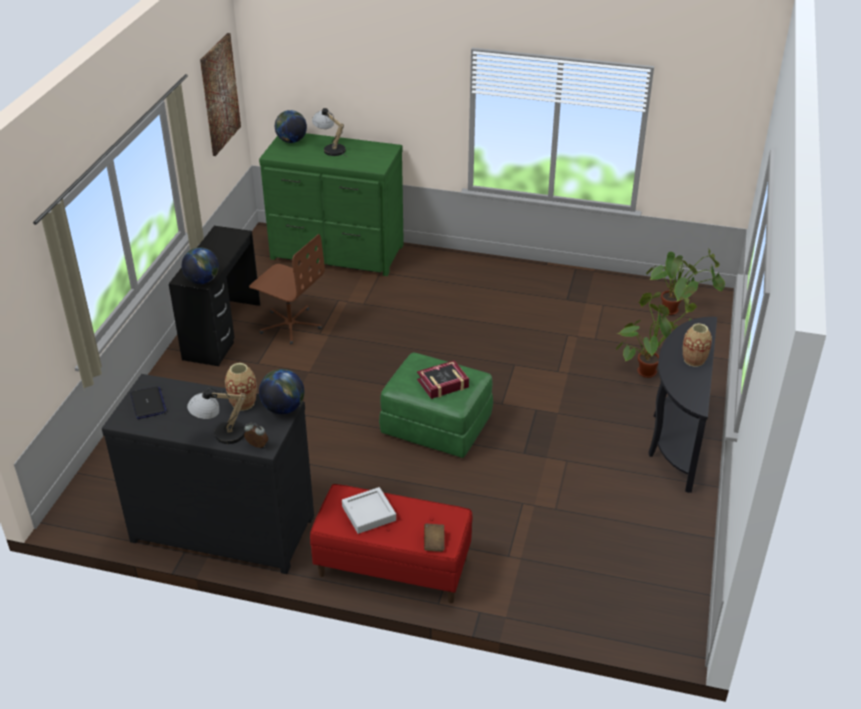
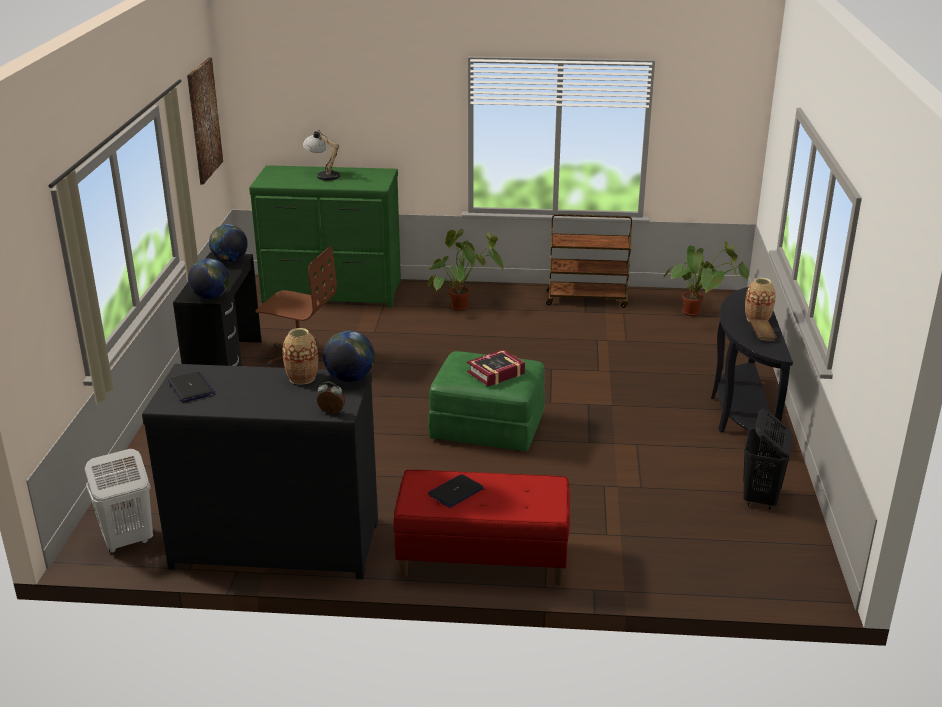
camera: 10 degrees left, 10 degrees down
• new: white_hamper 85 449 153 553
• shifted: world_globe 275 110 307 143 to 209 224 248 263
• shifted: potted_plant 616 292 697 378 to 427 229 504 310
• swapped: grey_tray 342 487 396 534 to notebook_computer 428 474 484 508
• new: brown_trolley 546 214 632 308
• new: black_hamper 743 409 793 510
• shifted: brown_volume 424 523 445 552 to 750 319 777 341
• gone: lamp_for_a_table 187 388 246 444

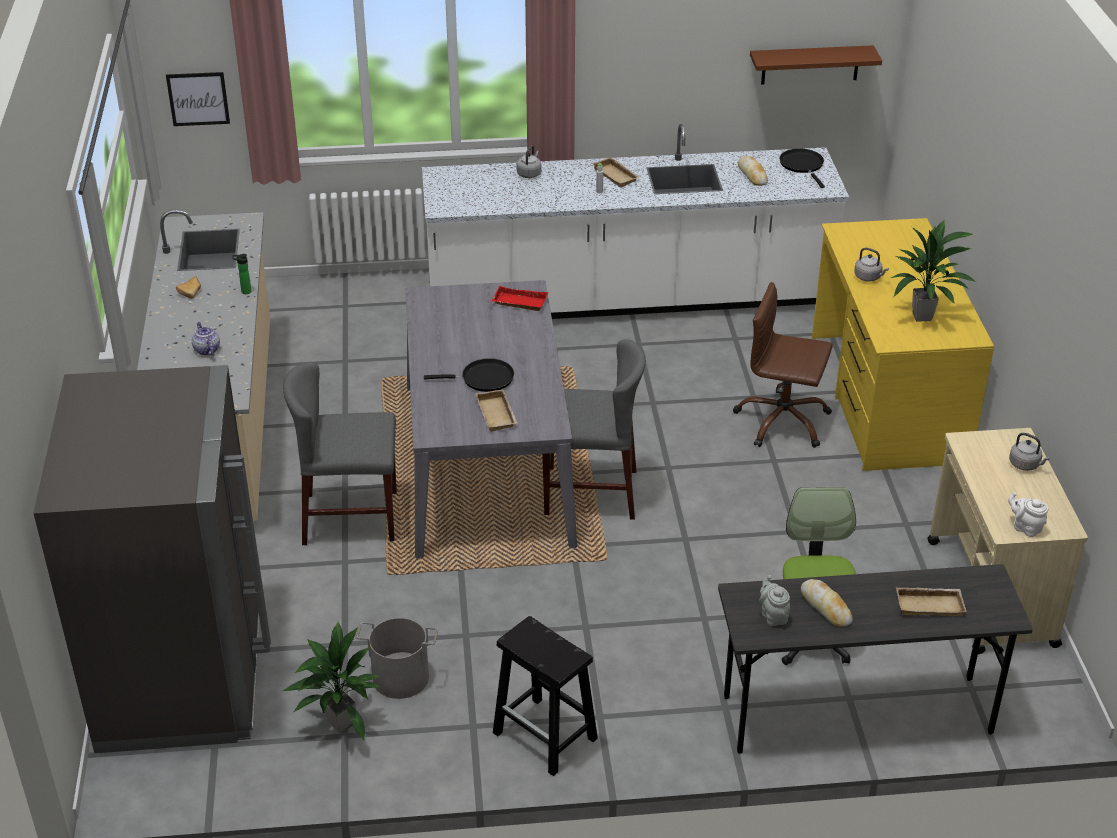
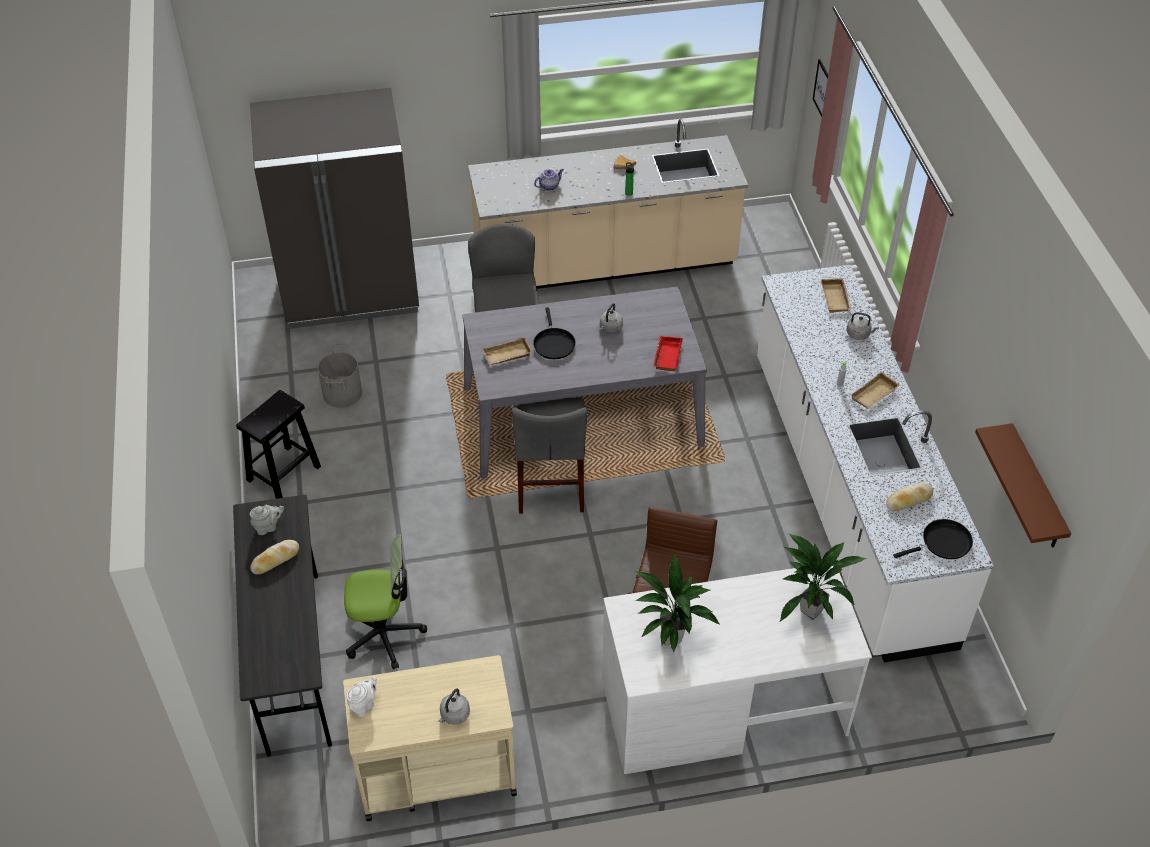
camera: 85 degrees right, 10 degrees up
• shifted: grey_kettle 854 248 889 282 to 600 303 623 333
• repainted: yellow-coloured_desk 812 218 994 471 to white_desk 602 566 872 774
• shifted: potted_plant 283 621 381 740 to 780 533 866 621
• shifted: sand-coloured_tray 896 587 966 616 to 821 278 852 313

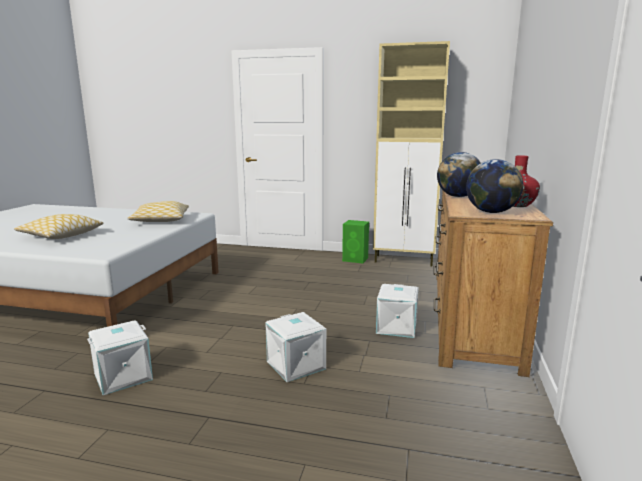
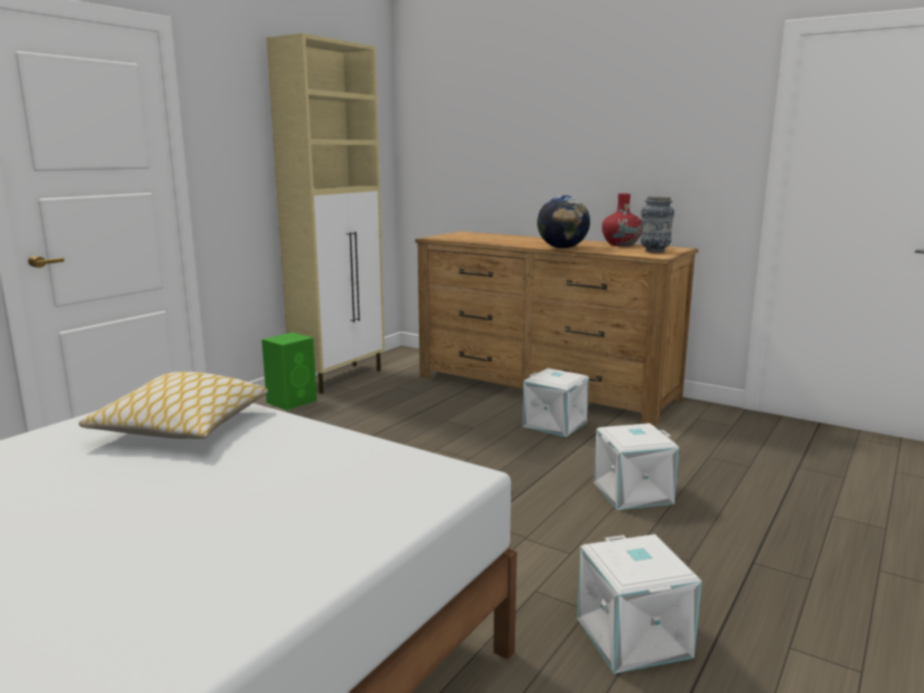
camera: 70 degrees left, 0 degrees up
• swapped: world_globe 466 159 523 213 to vase 640 197 674 253
• gone: cushion 14 214 103 239

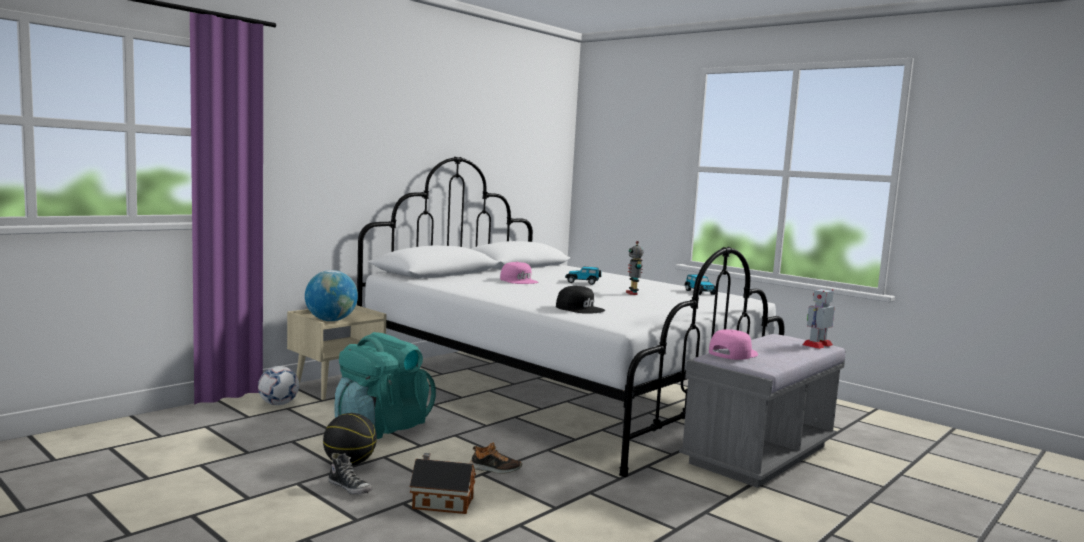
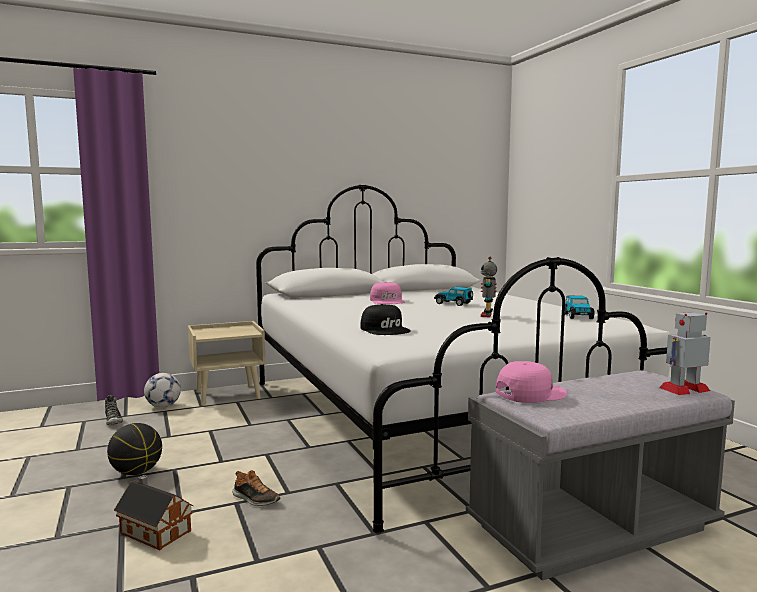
camera: 25 degrees right, 0 degrees up
• shifted: item_of_footwear 328 453 372 495 to 105 395 123 425
• gone: world_globe 305 270 358 321
• gone: blue-green_knapsack 334 332 436 439

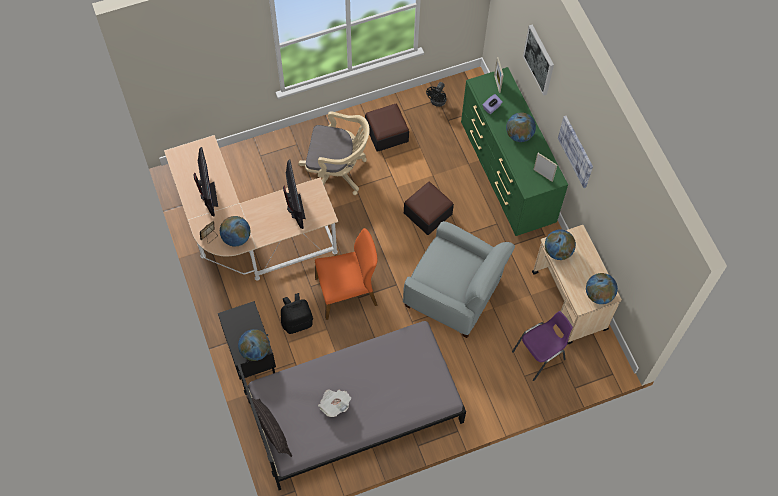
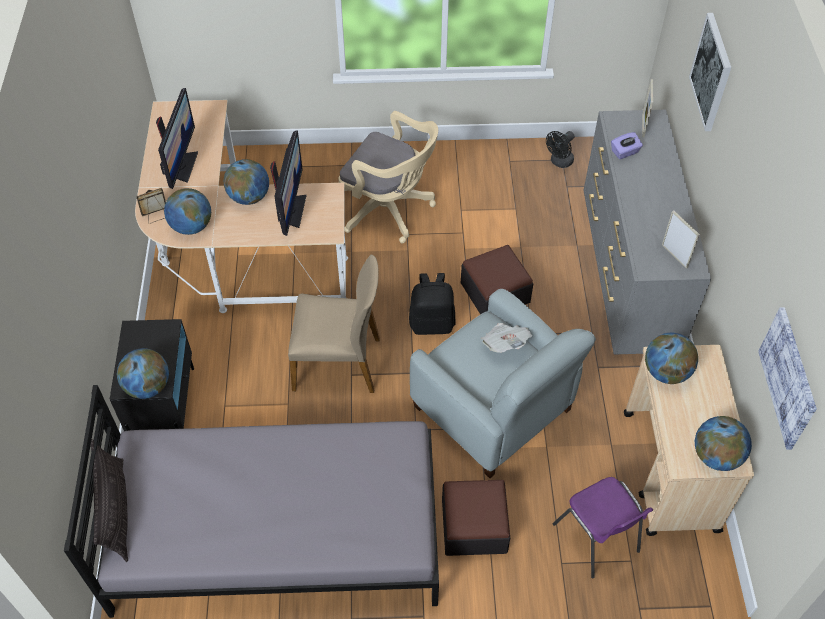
camera: 20 degrees right, 10 degrees down
• shifted: world_globe 506 112 536 142 to 224 159 269 205
• repainted: orange_upright_chair 315 228 378 320 to sand-coloured_upright_chair 288 255 380 393
• shifted: black_knapsack 281 293 313 334 to 409 273 456 335
• shifted: ottoman 365 104 409 152 to 442 480 510 556
• shifted: daily_paper 318 389 351 417 to 480 323 532 353
• rotated: purplish_upright_chair 512 311 573 381 = 553 477 653 579 75 degrees clockwise
• repainted: greenish_drawer_chest 461 67 568 236 to grey_drawer_chest 583 110 711 354
• shifted: picture 558 116 593 188 to 758 307 817 450

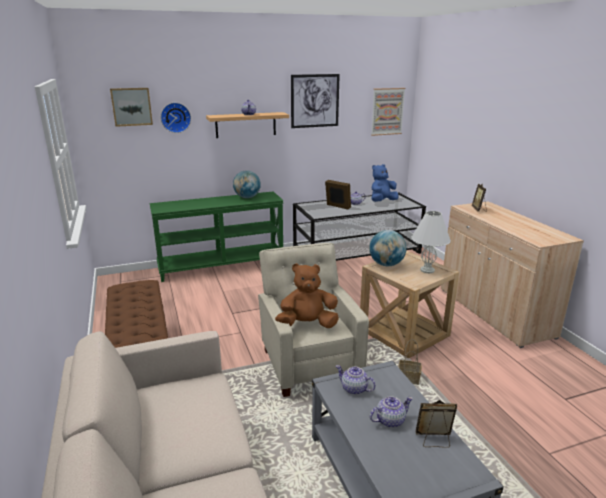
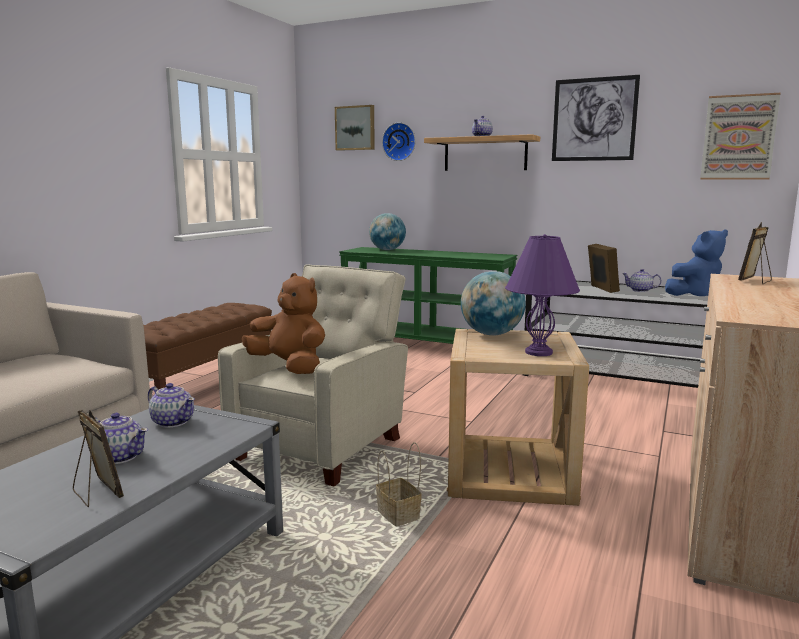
camera: 45 degrees right, 10 degrees down
• rotated: pot_for_tea 336 365 376 395 = 148 383 195 428 135 degrees clockwise
• shifted: world_globe 233 171 261 198 to 369 213 406 250
• repainted: white_lamp_for_a_table 411 211 451 273 to purplish_lamp_for_a_table 505 234 580 356
• rotated: bluish_soft_toy 371 164 399 202 = 665 230 728 296 150 degrees clockwise

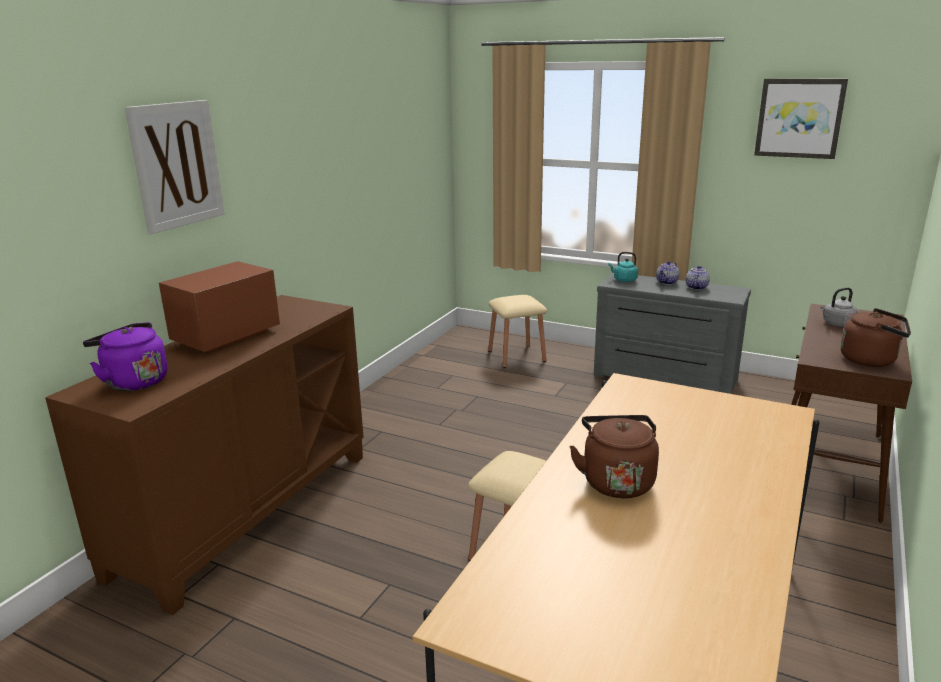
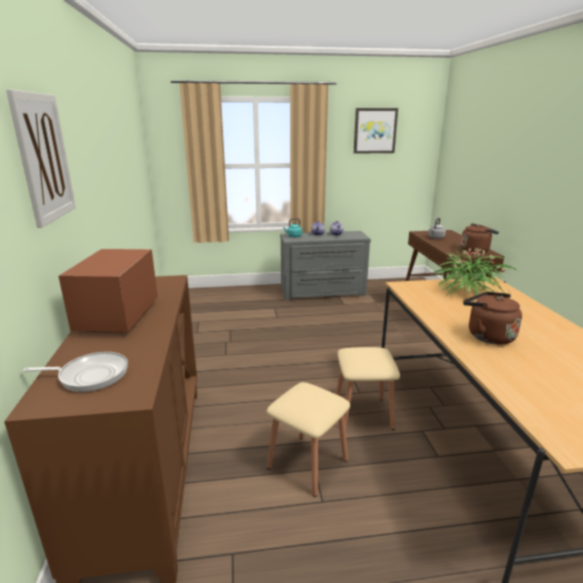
camera: 35 degrees left, 0 degrees up
• swapped: purplish_kettle 83 322 168 391 to pan 23 352 128 392
• shifted: sand-coloured_stool 488 295 547 368 to 267 382 350 497
• new: potted_plant 433 247 518 297

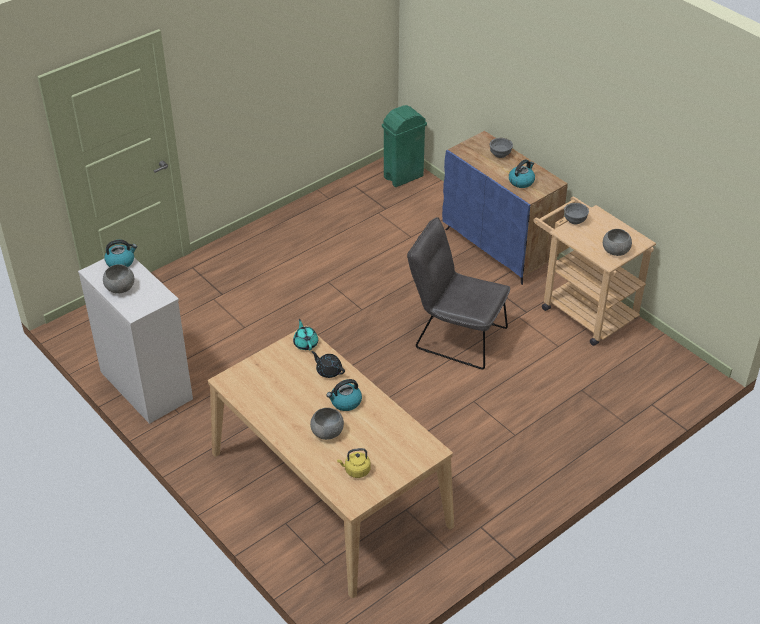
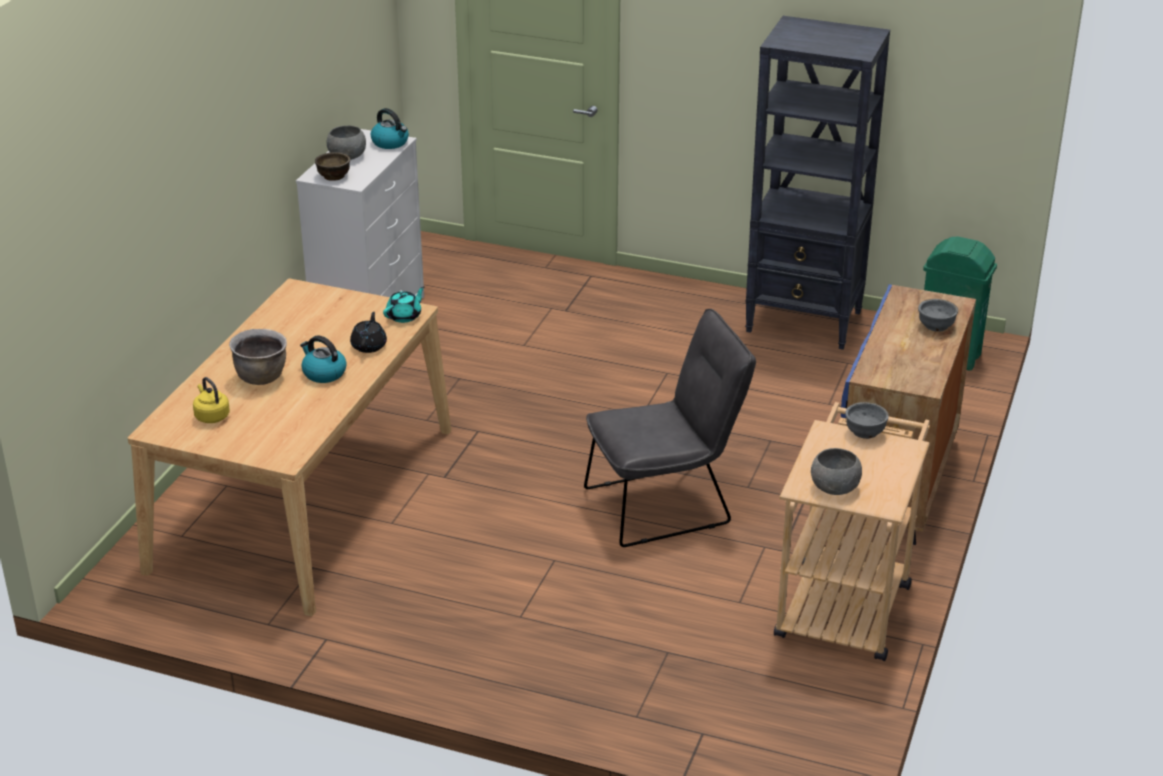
camera: 60 degrees right, 10 degrees down
• swapped: grey_bowl 310 408 344 440 to brown_stockpot 229 329 287 385
• new: brown_bowl 315 152 350 181
• rotated: grey_upright_chair 407 217 510 370 = 584 309 756 547 75 degrees clockwise
• new: black_bookcase 745 16 890 350
• gone: kettle 509 160 535 188

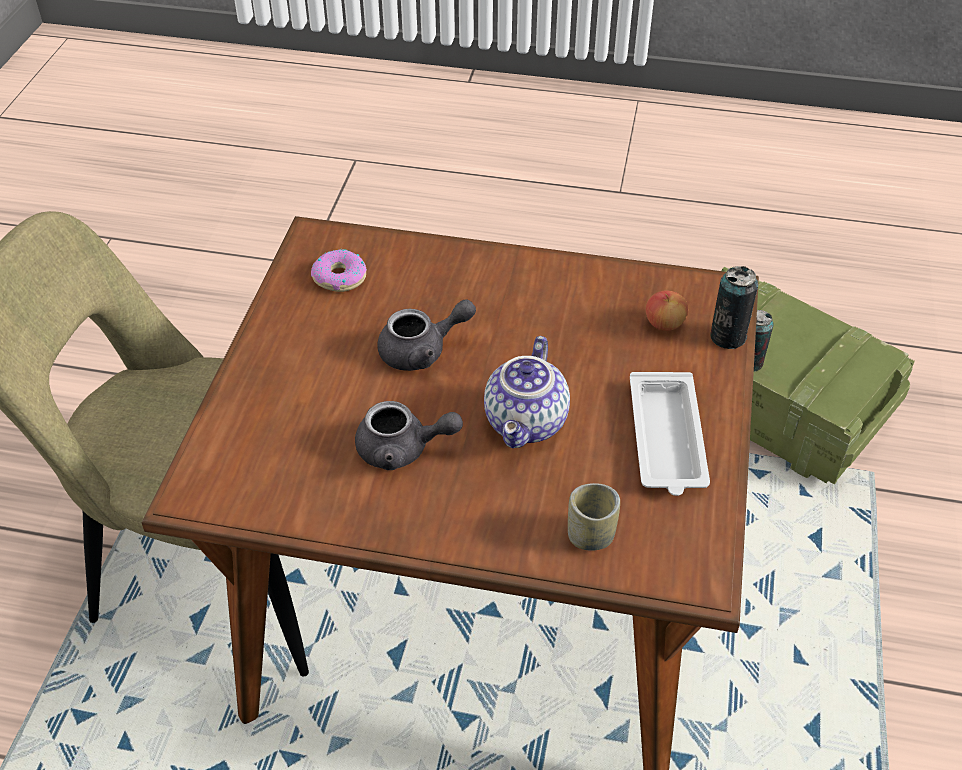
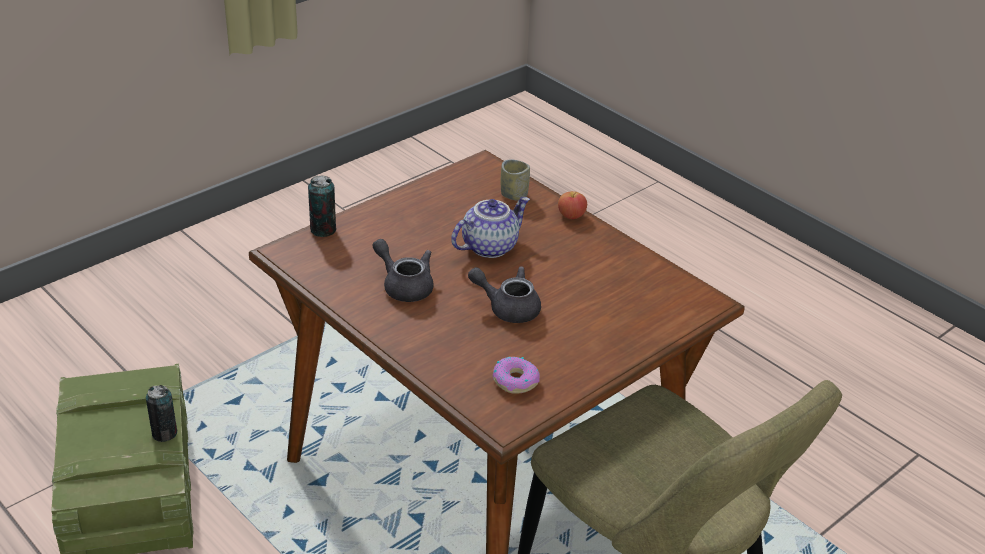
camera: 145 degrees left, 10 degrees down
• shifted: grey_pot_for_tea 355 401 463 470 to 373 239 433 302
• shifted: apple 646 290 688 331 to 558 191 587 219
• gone: white_tray 630 372 710 496

